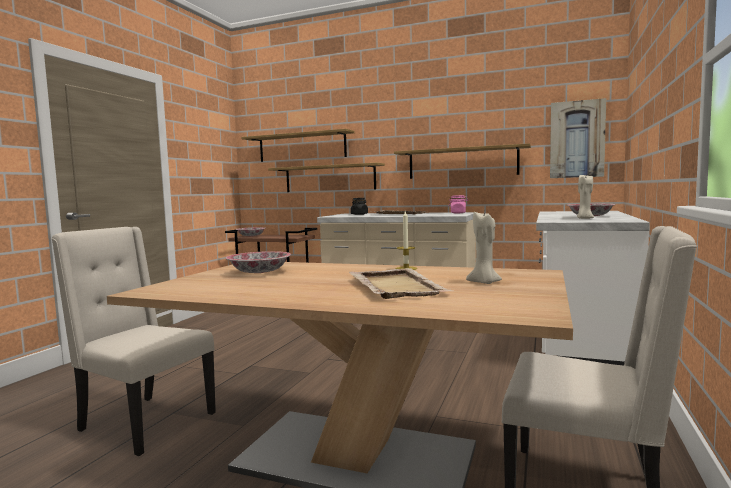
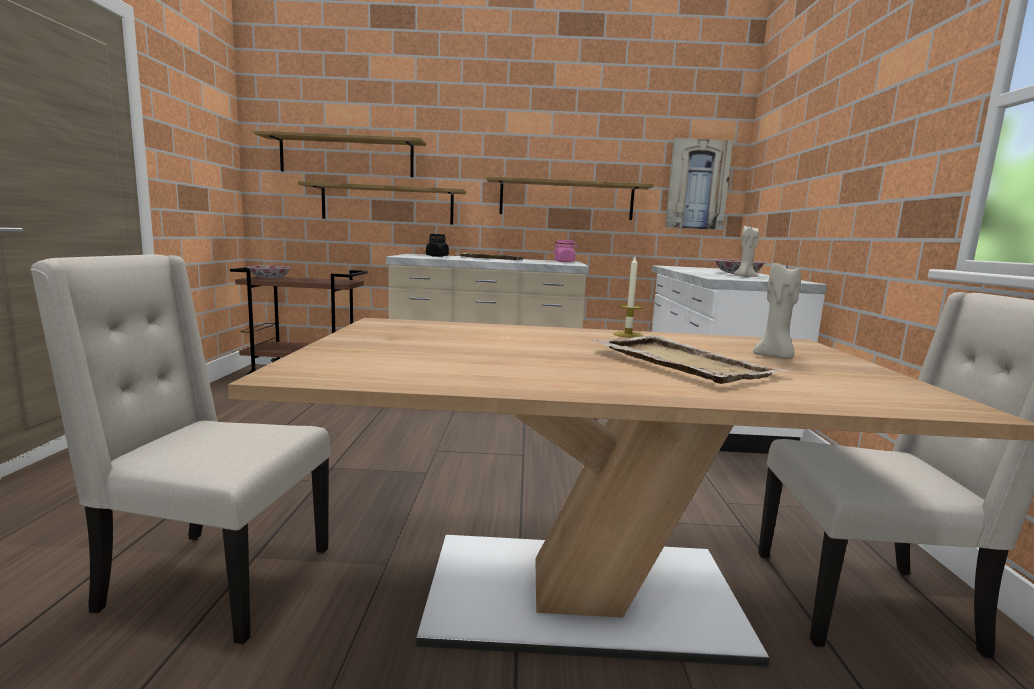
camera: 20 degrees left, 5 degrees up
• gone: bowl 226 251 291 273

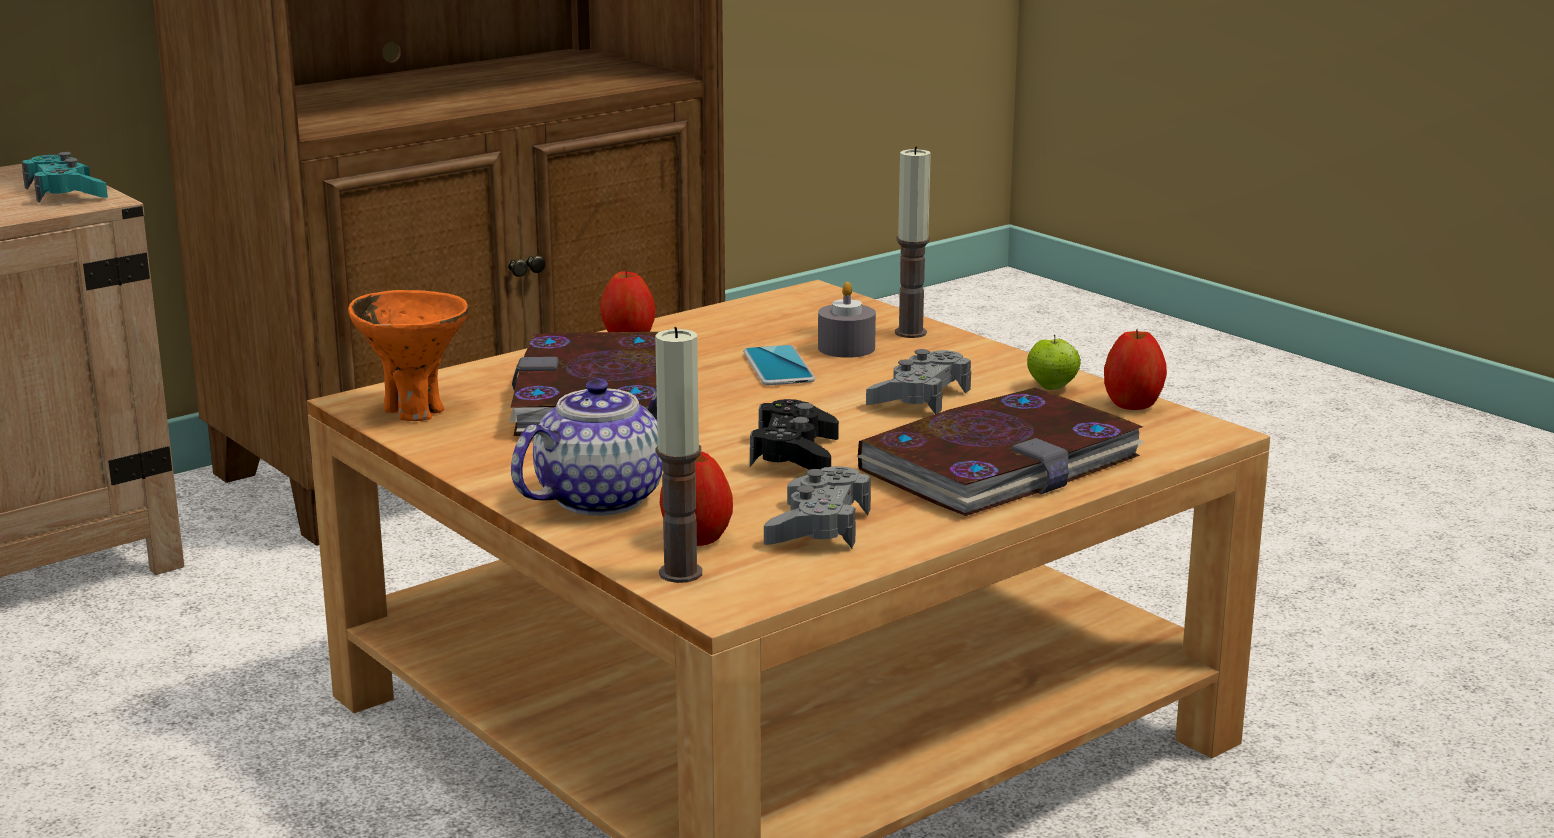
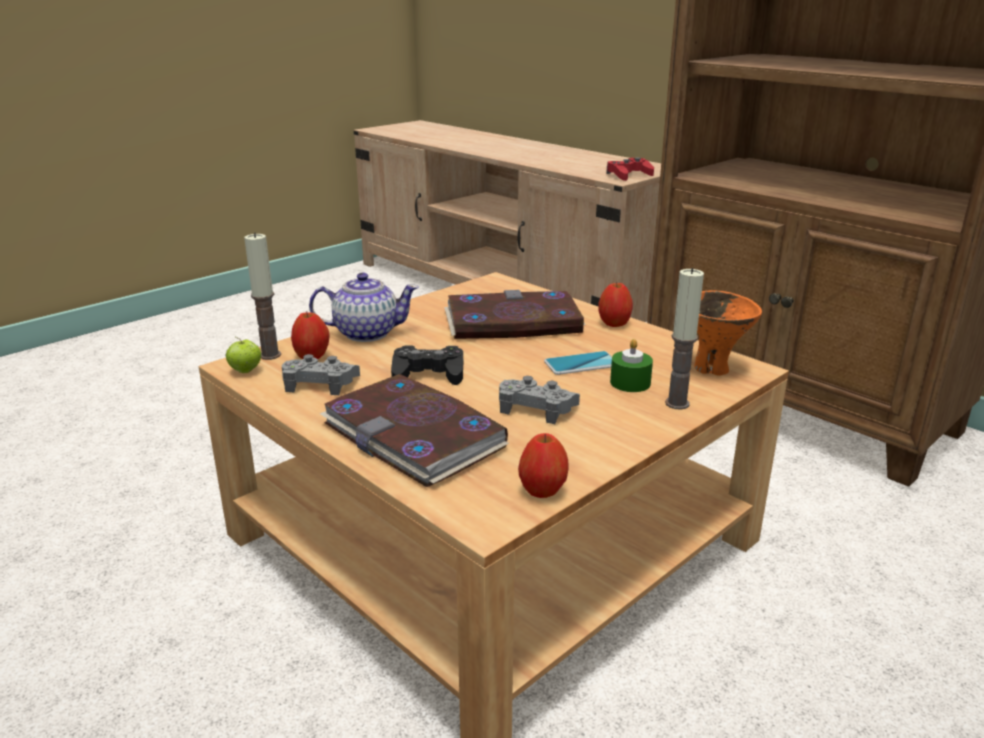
camera: 85 degrees right, 5 degrees up
• shifted: apple 1027 335 1081 390 to 225 337 261 373
• rotated: pot_for_tea 511 379 663 516 = 309 272 419 342 45 degrees counterclockwise
• repainted: blue-green_game_controller 22 152 108 203 to red_game_controller 606 157 654 181
• repainted: grey_wax_light 818 282 876 358 to greenish_wax_light 610 339 653 392
• shifted: orange_bowl 348 290 469 421 to 695 291 762 376

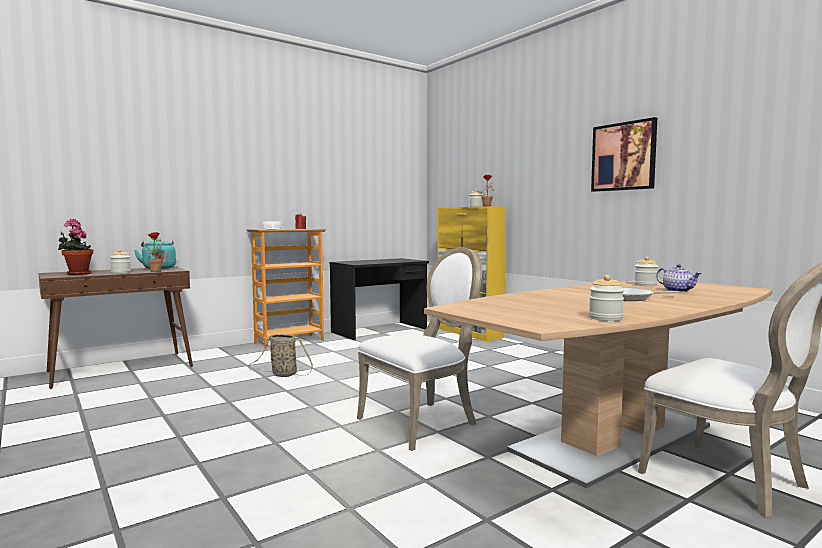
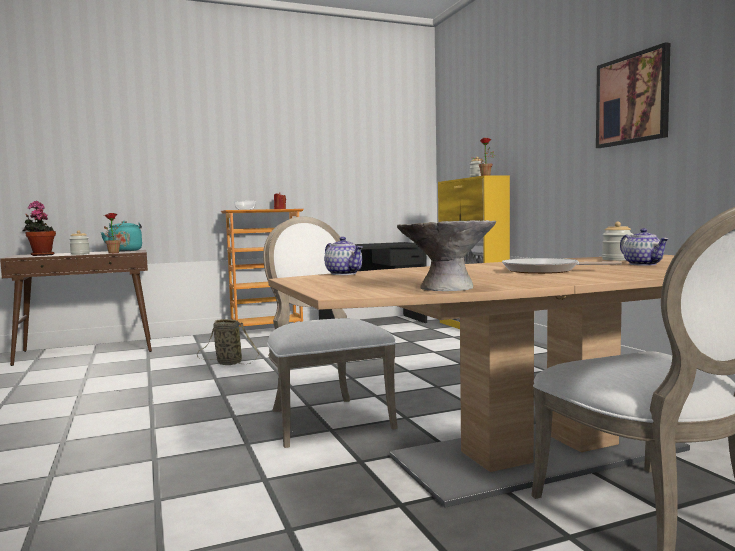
camera: 15 degrees right, 0 degrees up
• rotated: white_upright_chair 357 247 482 451 = 263 216 398 448 90 degrees counterclockwise
• new: pot_for_tea 324 237 363 275
• swapped: preserve_jar 589 275 624 321 to grey_bowl 397 220 496 291

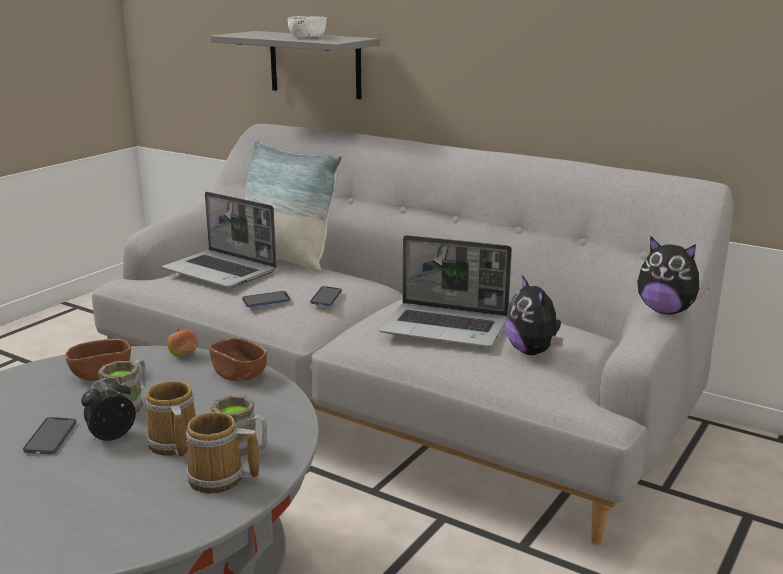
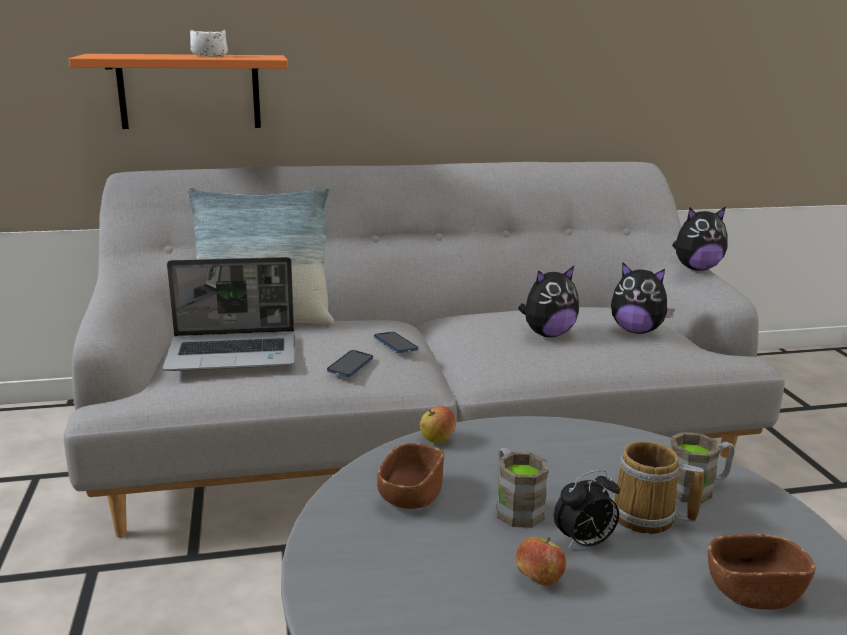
camera: 45 degrees left, 0 degrees up
• repainted: grey_shelf 211 31 380 99 to orange_shelf 69 54 288 129
• swapped: telephone 23 417 77 455 to apple 515 537 566 585
• swapped: notebook_computer 379 235 512 347 to soft_toy 518 266 579 337
• rotated: table_clock 81 377 136 441 = 554 470 620 549 120 degrees counterclockwise
• shifted: brown_bowl 209 338 267 381 to 708 534 816 610
• gone: coffee_mug 186 412 259 493

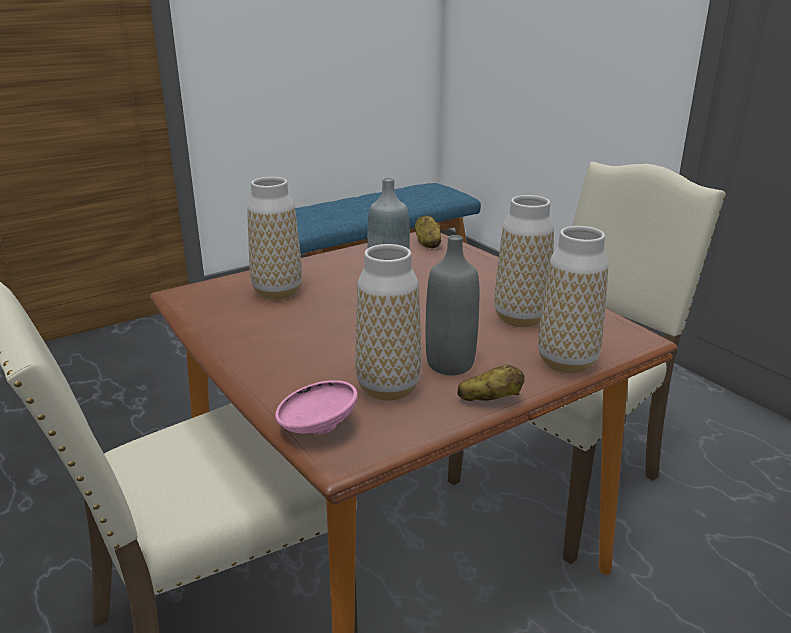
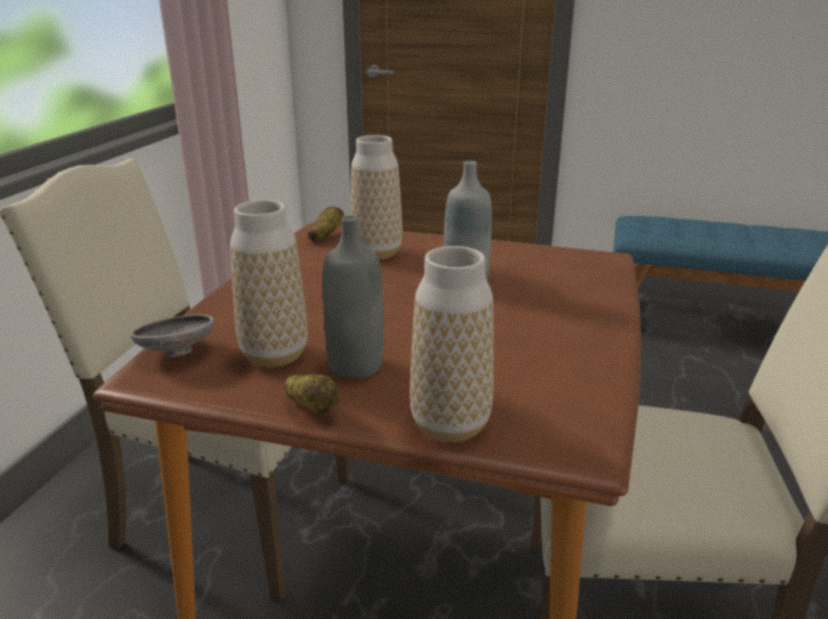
camera: 50 degrees right, 0 degrees up
• repainted: pinkish_bowl 275 380 357 434 to grey_bowl 130 315 214 357
• shifted: potato 415 216 441 249 to 308 206 344 241
• gone: vase 494 195 554 327

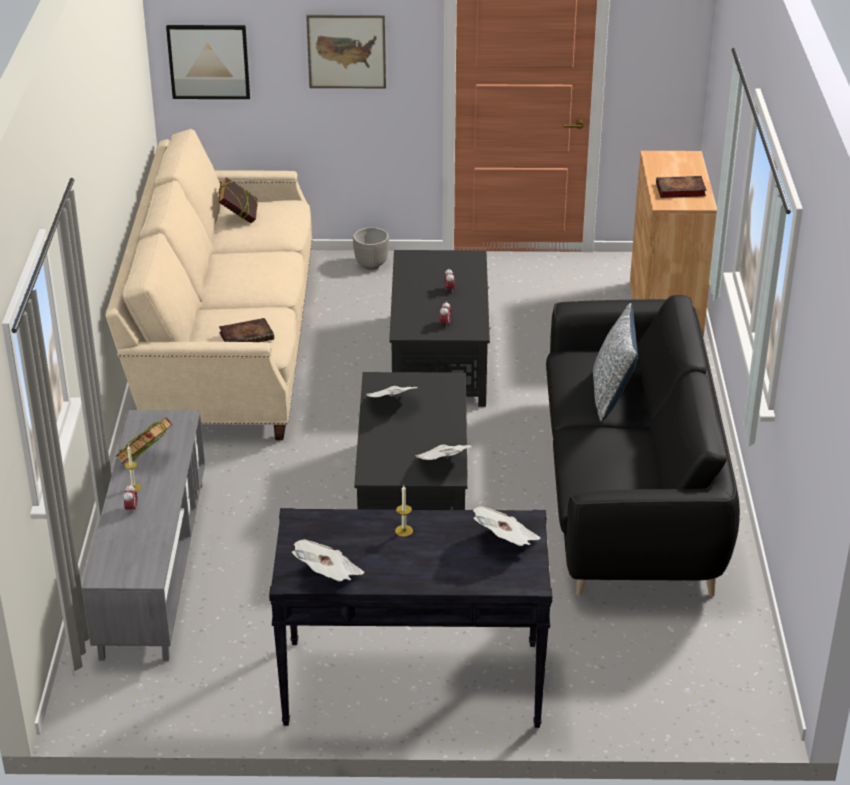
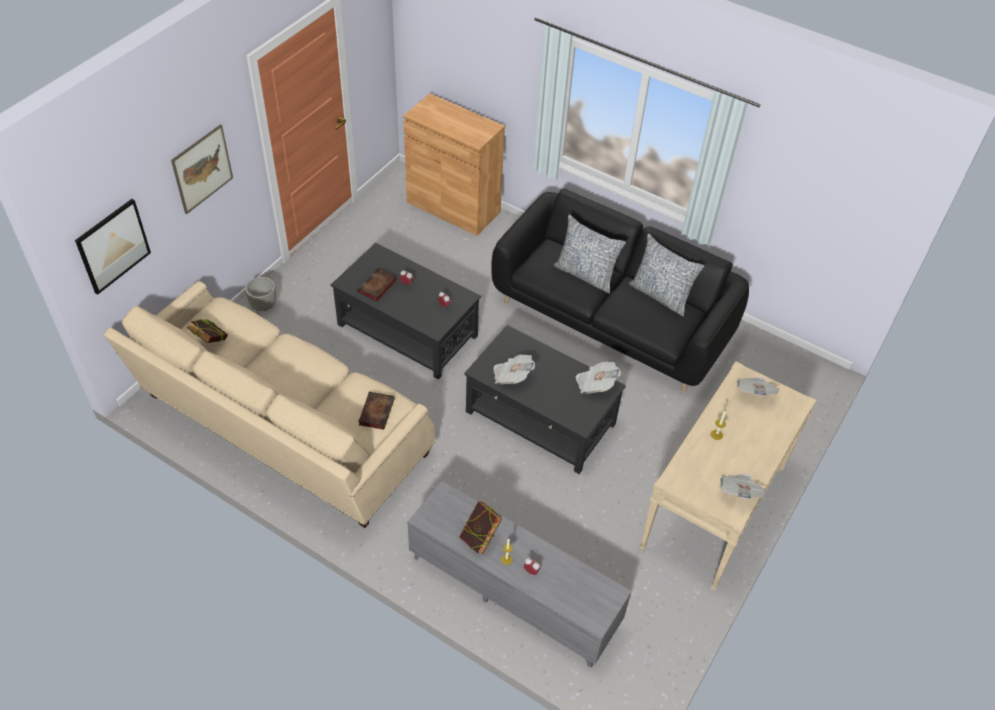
camera: 60 degrees left, 15 degrees up
• shifted: volume 656 176 707 198 to 358 268 397 302
• new: cushion 629 234 704 316
• repainted: black_hall_table 269 508 552 728 to sand-coloured_hall_table 640 361 817 591

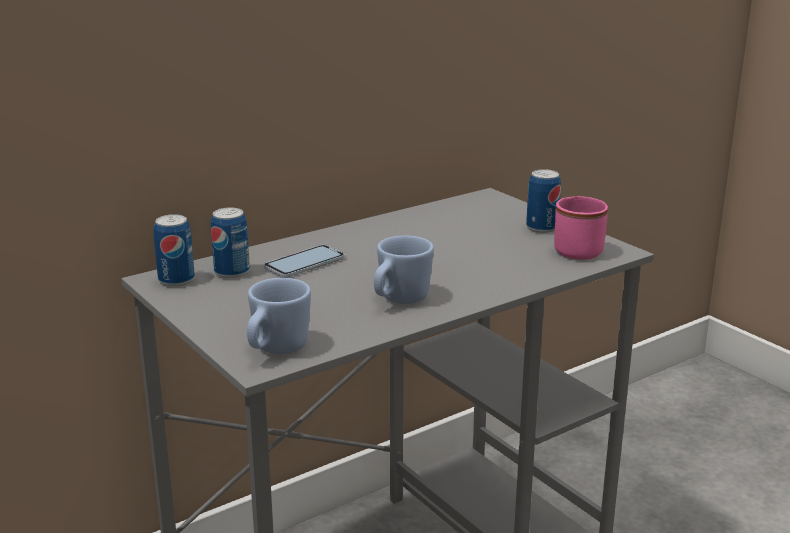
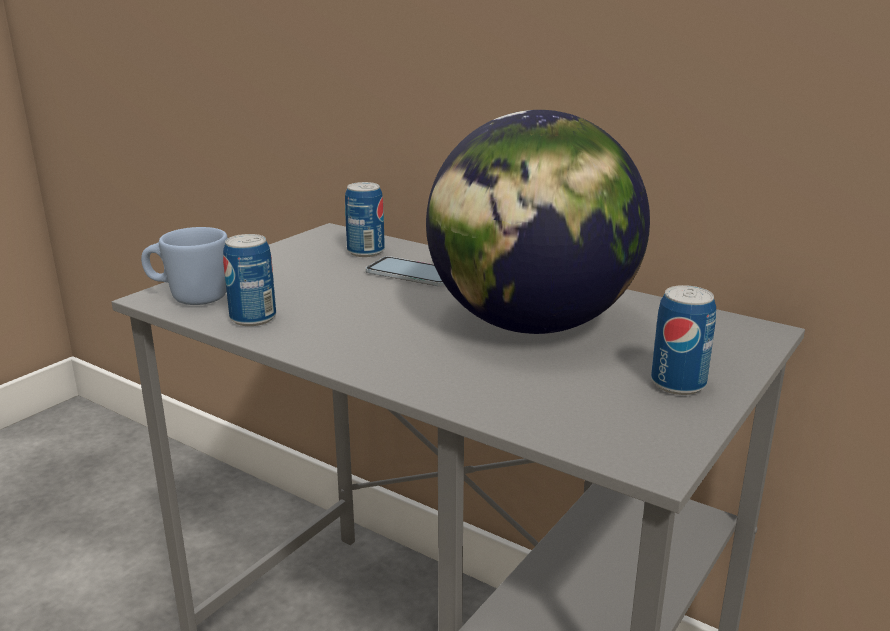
camera: 70 degrees right, 0 degrees up
• shifted: can 154 214 195 287 to 223 234 276 326
• new: world_globe 426 110 650 334
• gone: bluish_coffee_mug 374 236 434 304
• gone: pinkish_coffee_mug 554 196 608 260

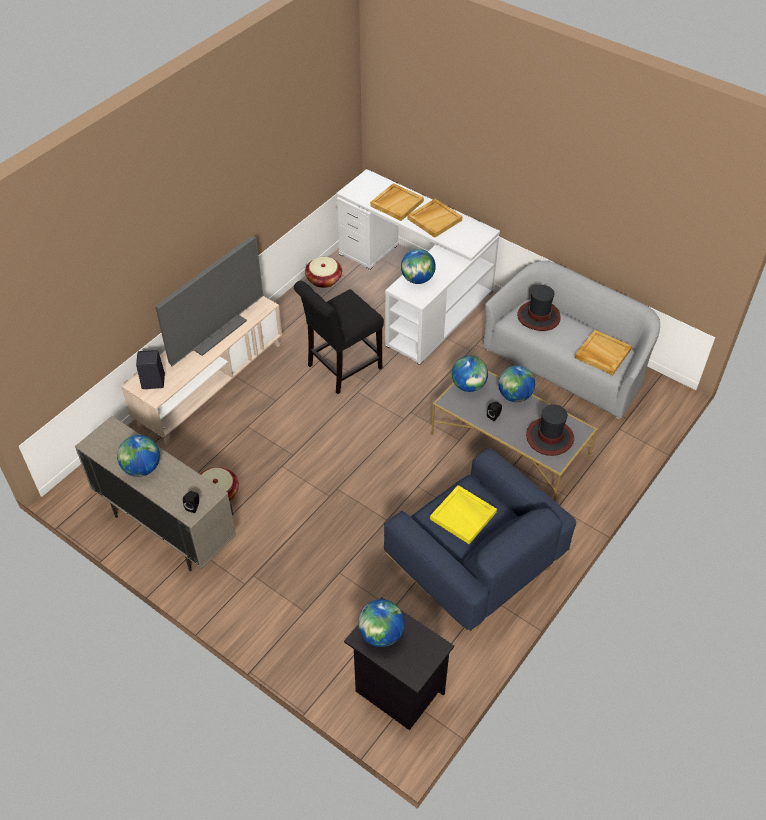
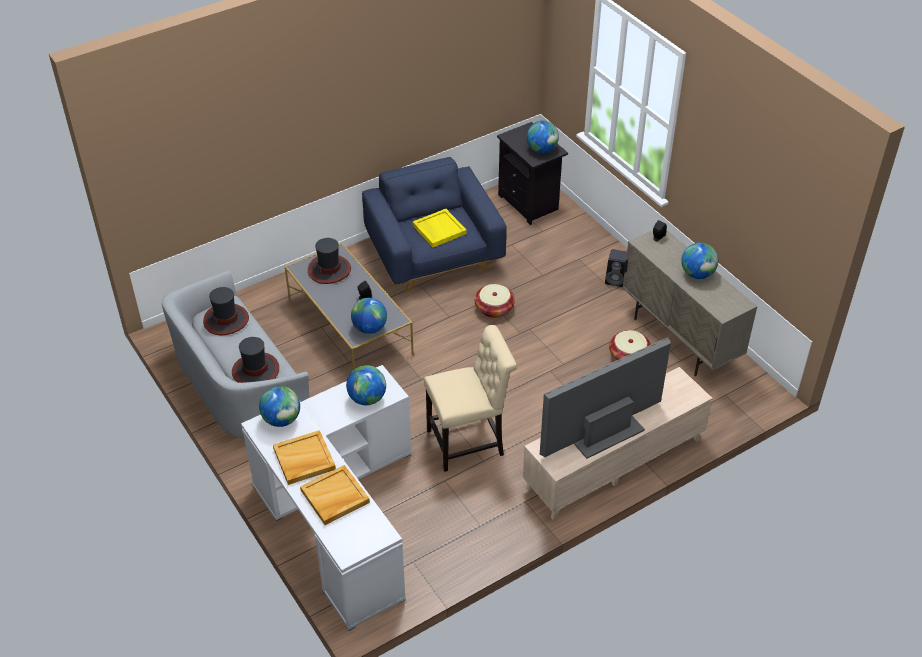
camera: 160 degrees left, 5 degrees down
• swapped: sand-coloured_tray 575 329 632 375 to hat 203 287 249 335
• shifted: world_globe 498 366 535 402 to 259 386 300 427
• repainted: black_upright_chair 294 280 384 394 to sand-coloured_upright_chair 424 325 517 472
• shifted: basket 305 257 342 288 to 475 284 515 318
• shifted: black_loudspeaker 136 350 165 389 to 605 249 627 287

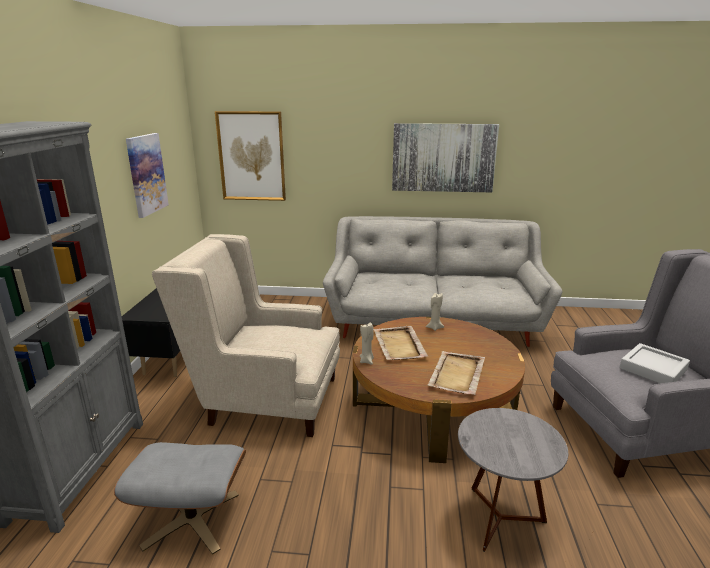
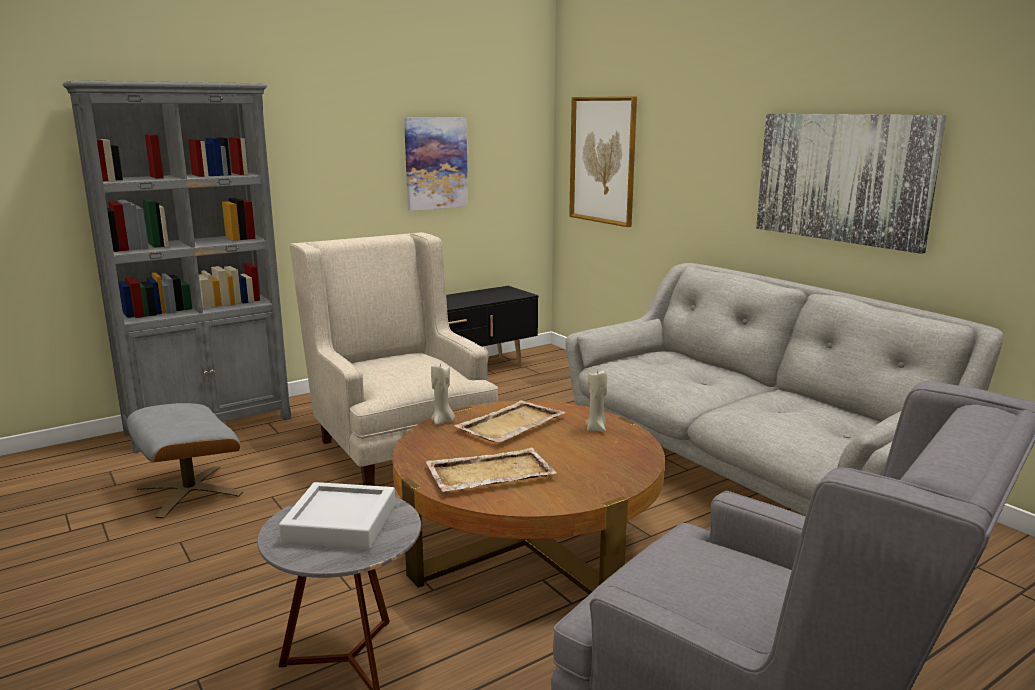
camera: 50 degrees right, 5 degrees down
• shifted: grey_tray 620 343 690 384 to 279 482 396 550

